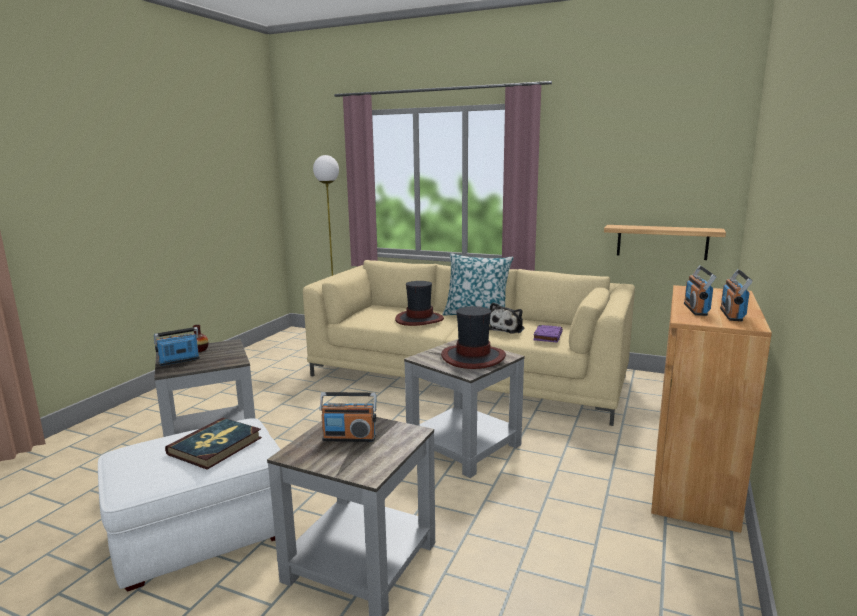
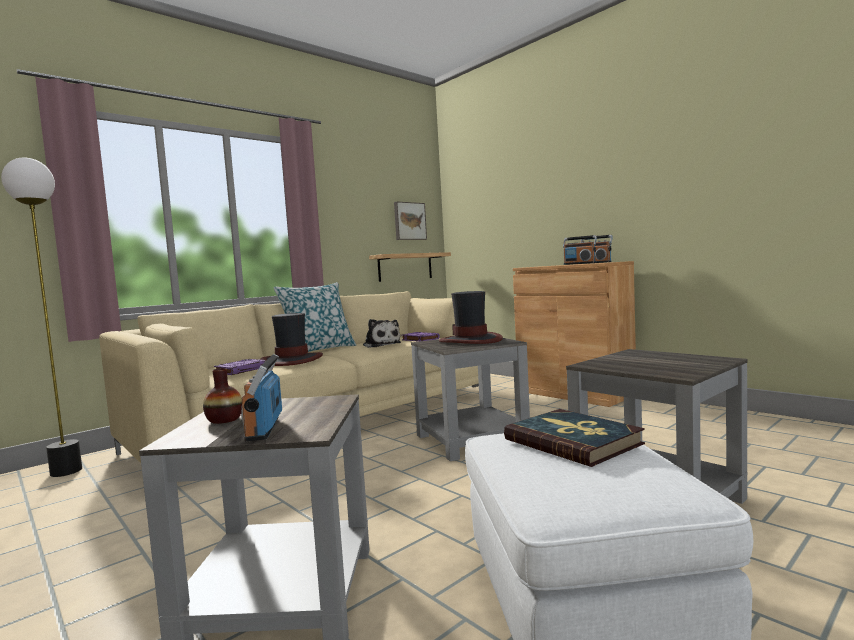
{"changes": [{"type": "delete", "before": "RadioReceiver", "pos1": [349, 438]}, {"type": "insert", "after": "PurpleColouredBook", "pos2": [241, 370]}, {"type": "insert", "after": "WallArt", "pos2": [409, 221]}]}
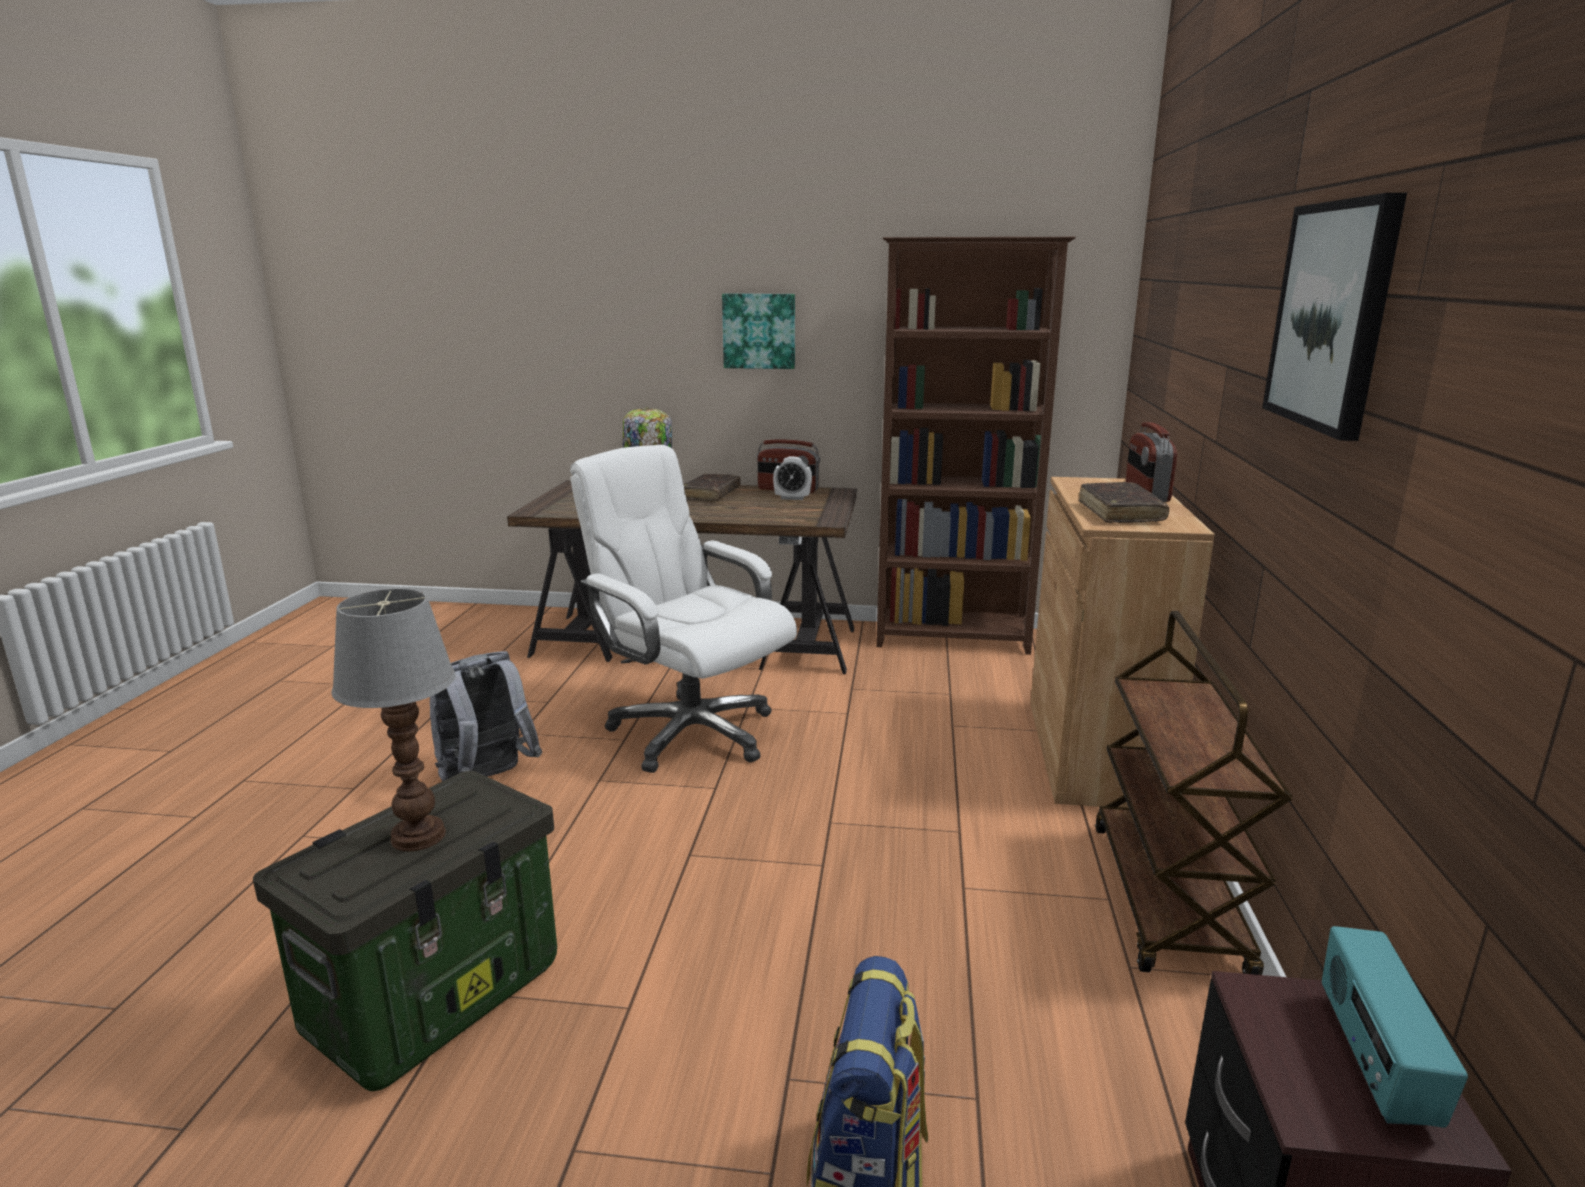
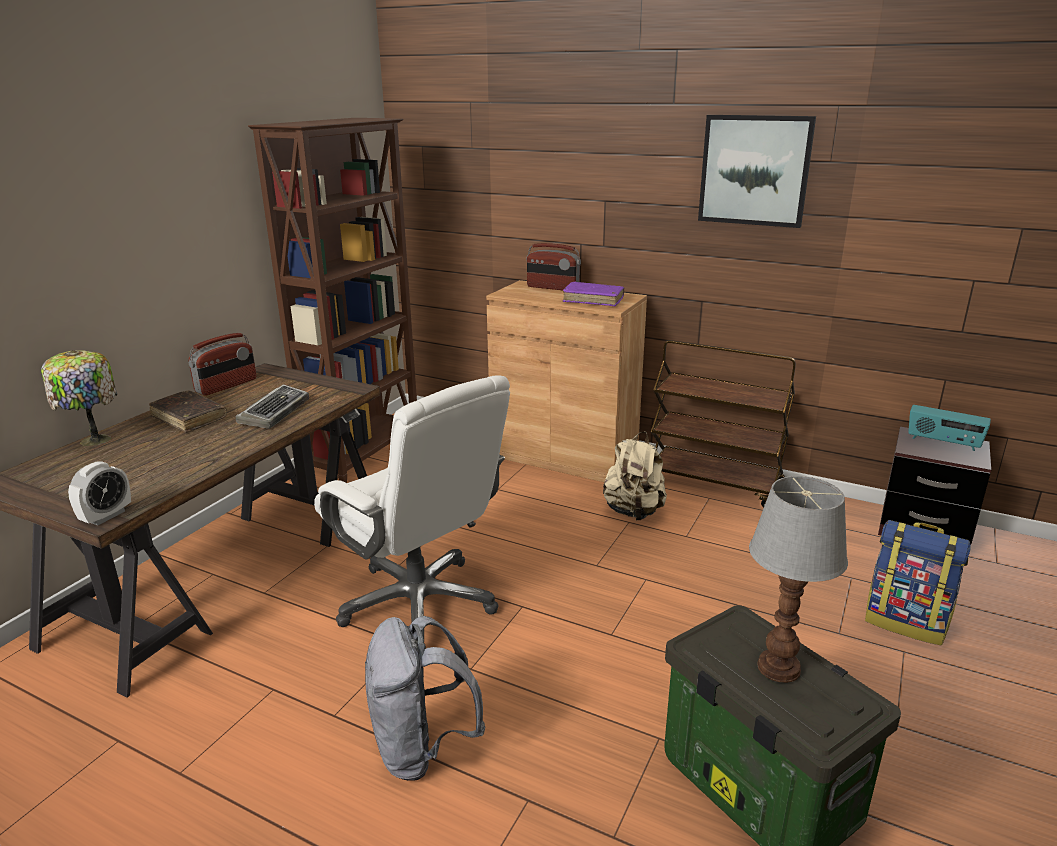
{"changes": [{"type": "delete", "before": "WallArt", "pos1": [759, 331]}, {"type": "insert", "after": "ComputerKeyboard", "pos2": [275, 412]}, {"type": "insert", "after": "BeigeColouredRucksack", "pos2": [634, 511]}, {"type": "move", "before": "TableClock", "pos1": [792, 498], "pos2": [106, 516]}, {"type": "recolor", "before": "BrownColouredBook", "after": "PurpleColouredBook", "pos1": [1120, 513], "pos2": [593, 300]}, {"type": "rotate", "before": "WhiteDeskChair", "pos1": [690, 732], "pos2": [419, 604], "turn": -105}]}
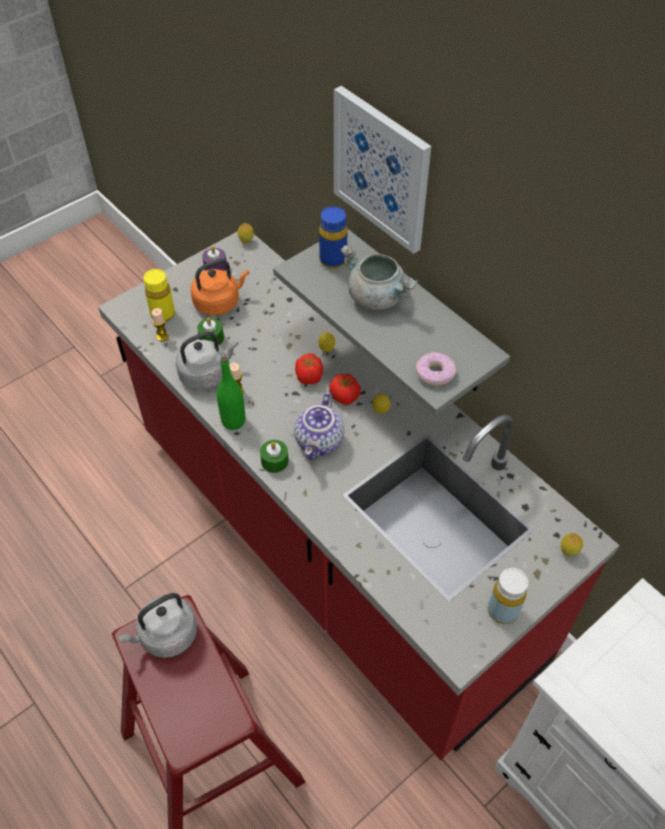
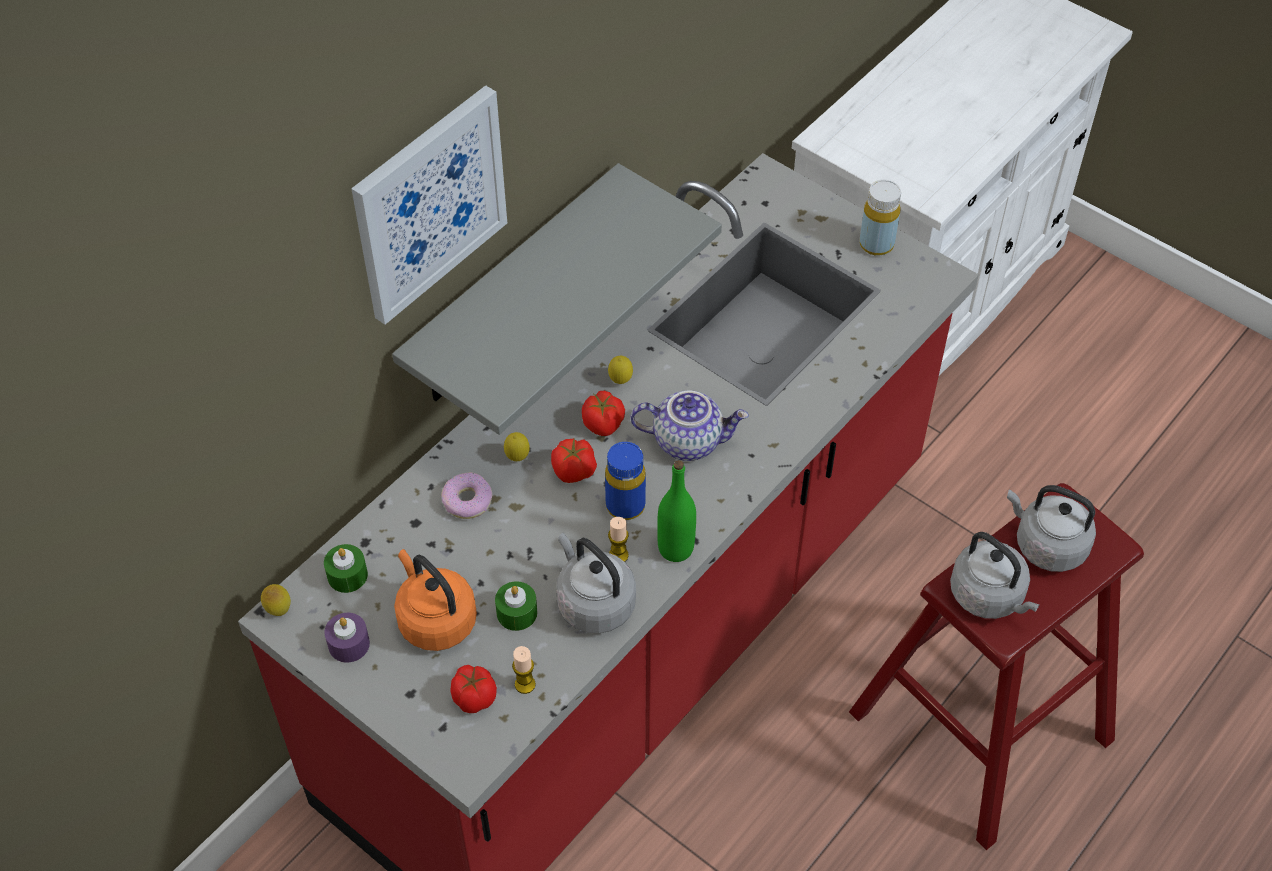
{"changes": [{"type": "delete", "before": "GrayCookingPot", "pos1": [378, 297]}, {"type": "delete", "before": "WholeLemon", "pos1": [568, 551]}, {"type": "insert", "after": "GrayWaterKettle", "pos2": [1046, 545]}, {"type": "move", "before": "GreenWaxCandle", "pos1": [274, 461], "pos2": [347, 575]}, {"type": "move", "before": "BlueBottle", "pos1": [333, 260], "pos2": [625, 505]}, {"type": "move", "before": "RingDoughnut", "pos1": [435, 373], "pos2": [467, 501]}, {"type": "replace", "before": "YellowBottle", "after": "FreshTomato", "pos1": [163, 314], "pos2": [474, 697]}]}
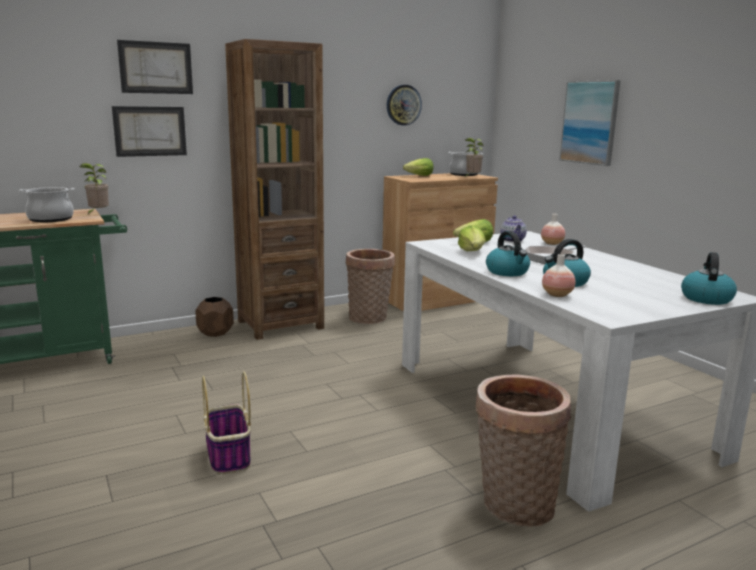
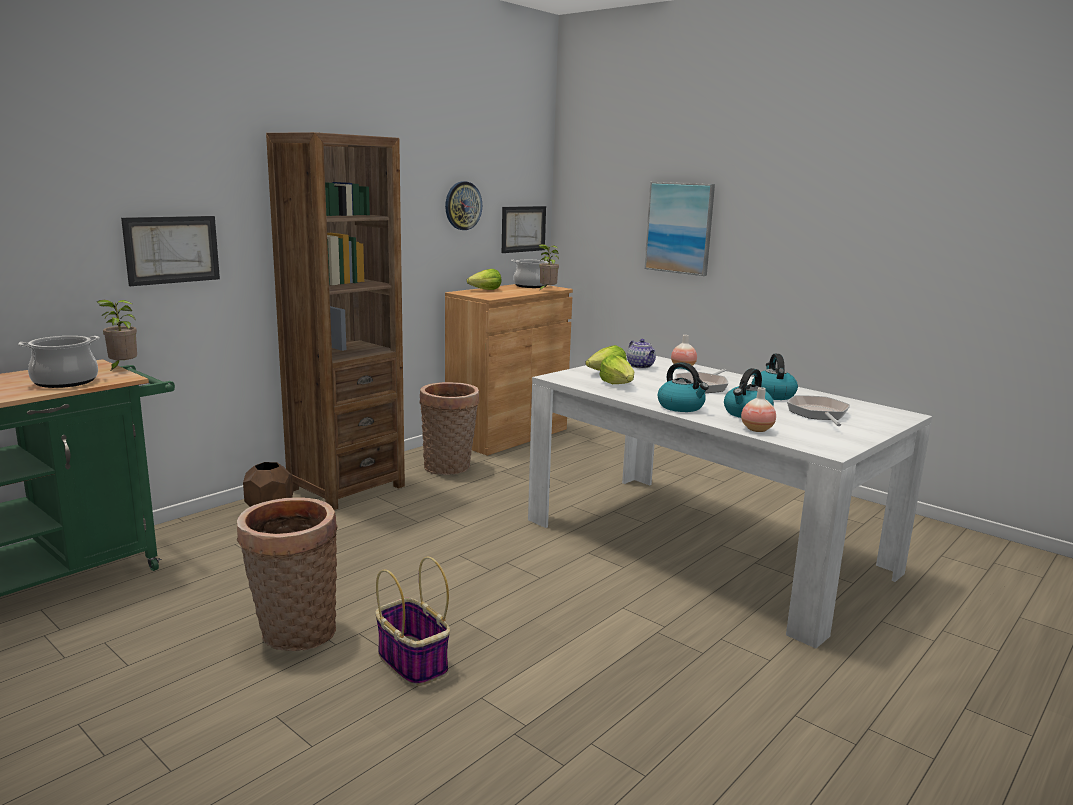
{"changes": [{"type": "insert", "after": "FryingPan", "pos2": [818, 414]}, {"type": "move", "before": "WallArt", "pos1": [156, 68], "pos2": [523, 229]}, {"type": "move", "before": "Basket", "pos1": [513, 506], "pos2": [293, 633]}, {"type": "move", "before": "WaterKettle", "pos1": [706, 298], "pos2": [772, 395]}]}
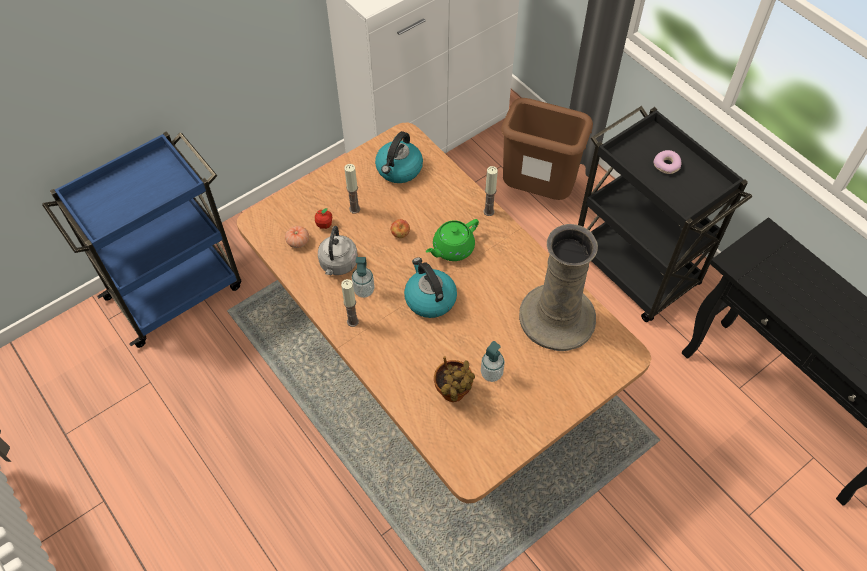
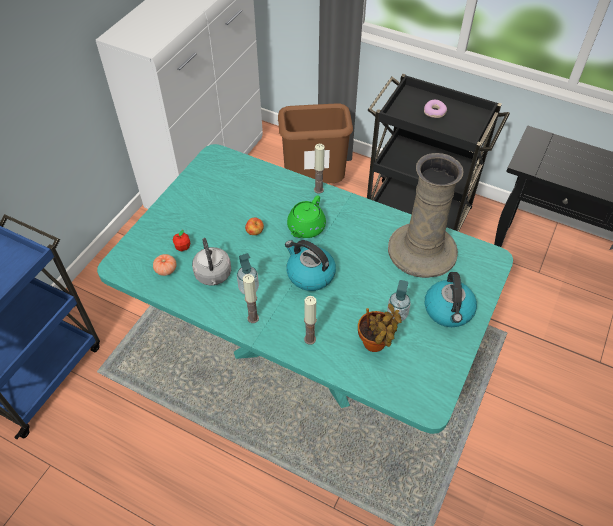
{"changes": [{"type": "move", "before": "WaxCandle", "pos1": [354, 209], "pos2": [310, 339]}, {"type": "move", "before": "WaterKettle", "pos1": [399, 169], "pos2": [448, 311]}, {"type": "recolor", "before": "BrownColouredDinnerTable", "after": "TurquoiseDinnerTable", "pos1": [434, 372], "pos2": [306, 351]}]}
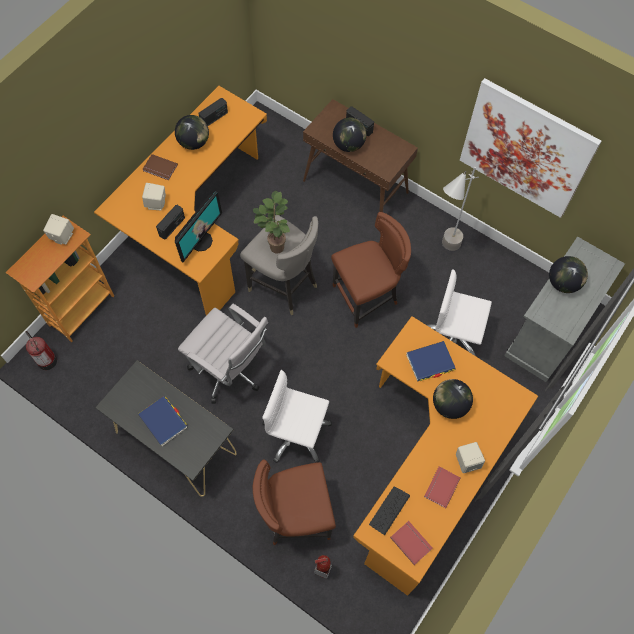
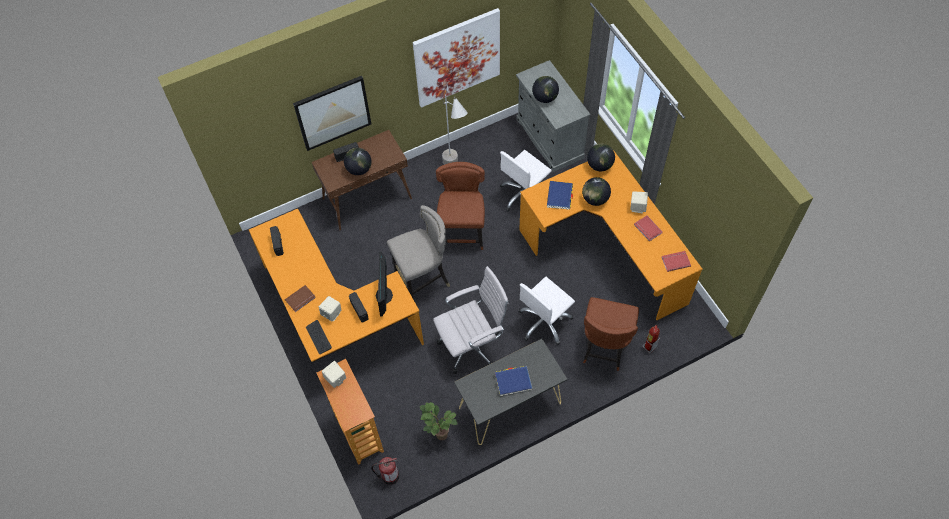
{"changes": [{"type": "insert", "after": "WallArt", "pos2": [333, 112]}, {"type": "move", "before": "WorldGlobe", "pos1": [193, 142], "pos2": [599, 165]}, {"type": "move", "before": "PlantInAPot", "pos1": [275, 245], "pos2": [439, 435]}, {"type": "move", "before": "ComputerKeyboard", "pos1": [389, 510], "pos2": [318, 337]}, {"type": "rotate", "before": "ComputerScreen", "pos1": [201, 241], "pos2": [384, 295], "turn": -150}]}
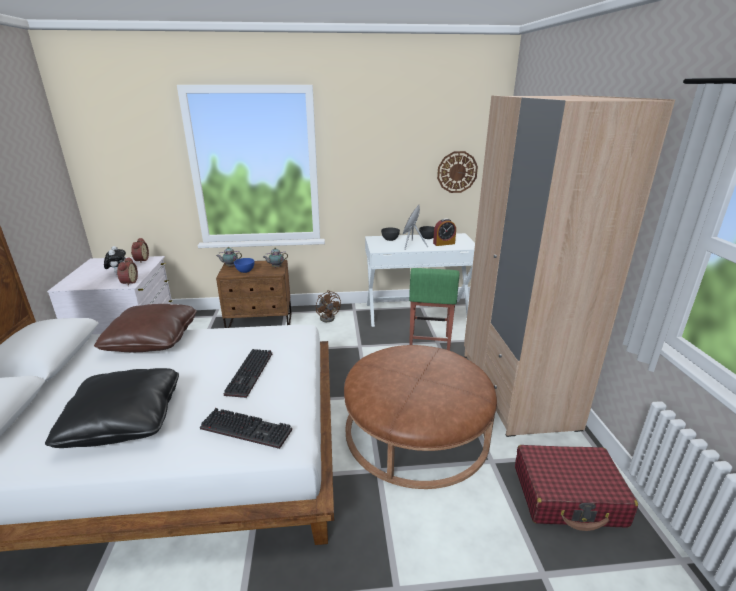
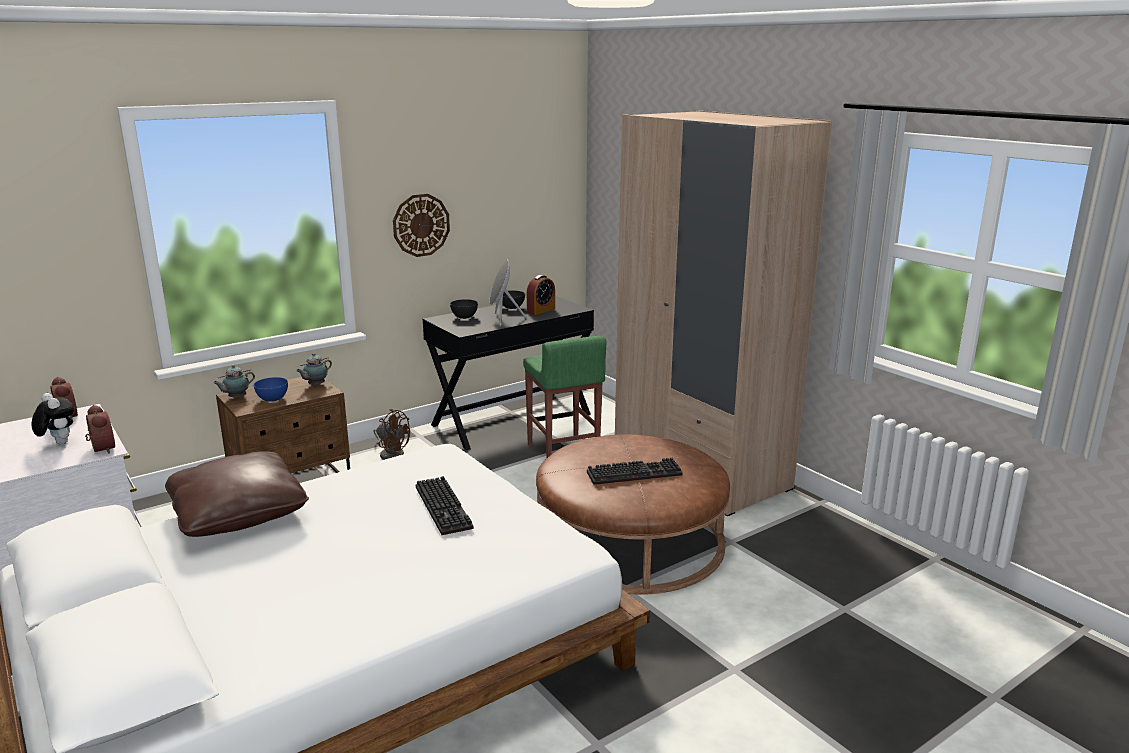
{"changes": [{"type": "delete", "before": "BlackishCushion", "pos1": [124, 421]}, {"type": "delete", "before": "RedColouredTravelCase", "pos1": [568, 496]}, {"type": "move", "before": "ComputerKeyboard", "pos1": [248, 428], "pos2": [635, 473]}, {"type": "move", "before": "WallClock", "pos1": [457, 172], "pos2": [421, 225]}, {"type": "recolor", "before": "WhiteDeskTable", "after": "BlackishDeskTable", "pos1": [417, 312], "pos2": [511, 419]}]}
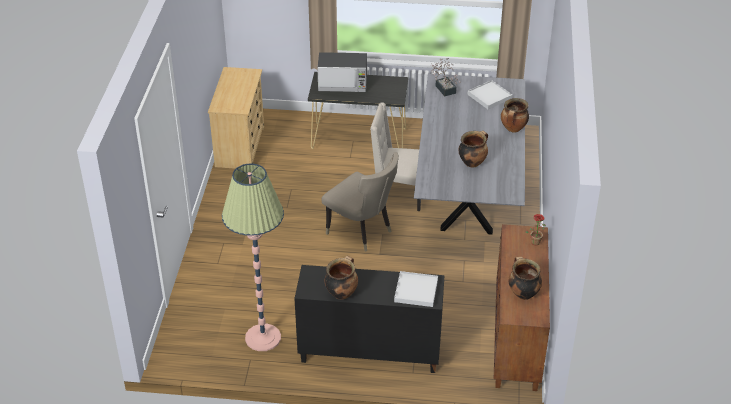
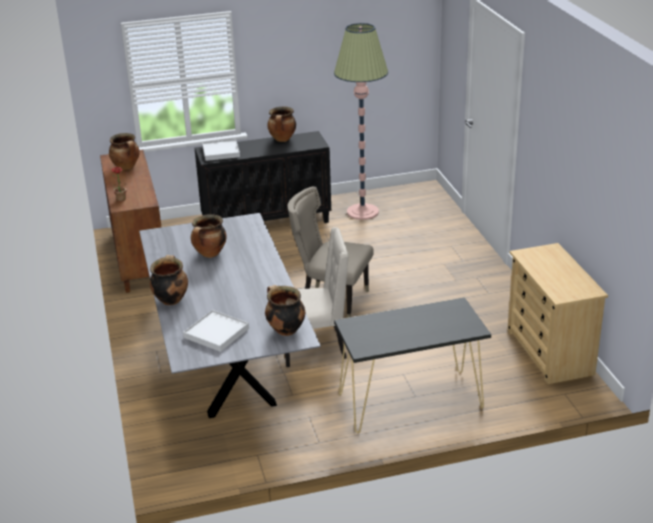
{"changes": [{"type": "delete", "before": "MicrowaveOven", "pos1": [343, 84]}, {"type": "replace", "before": "PlantInAPot", "after": "CookingPot", "pos1": [444, 88], "pos2": [285, 330]}]}
